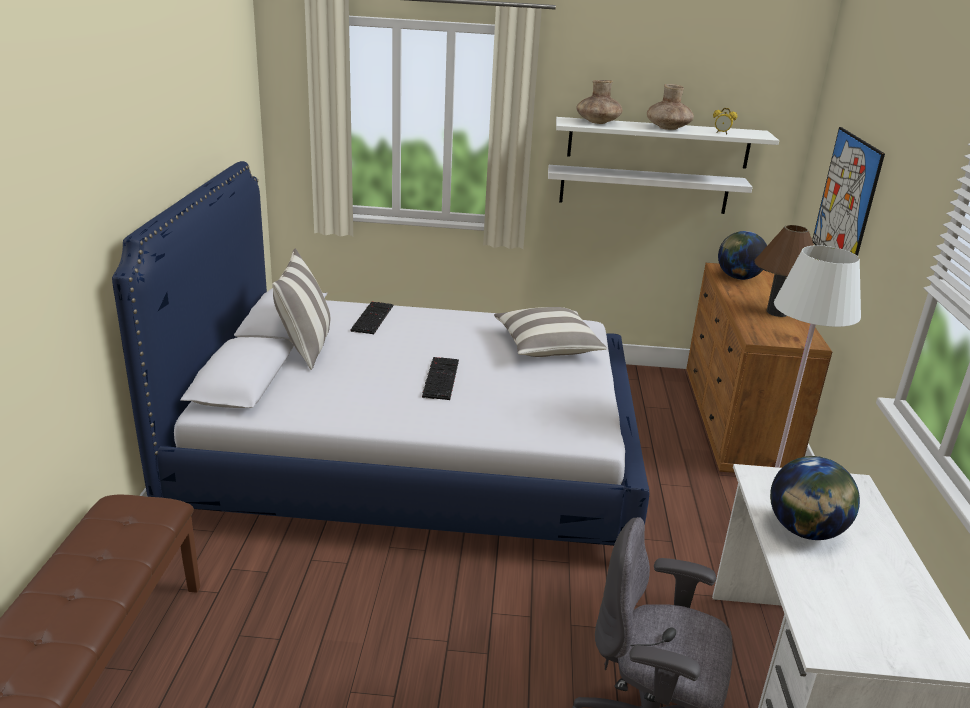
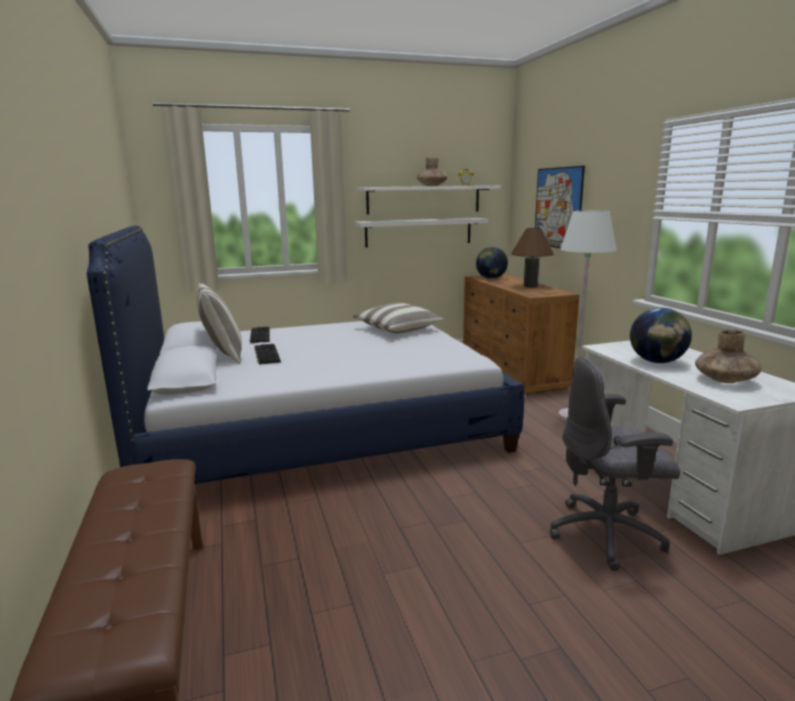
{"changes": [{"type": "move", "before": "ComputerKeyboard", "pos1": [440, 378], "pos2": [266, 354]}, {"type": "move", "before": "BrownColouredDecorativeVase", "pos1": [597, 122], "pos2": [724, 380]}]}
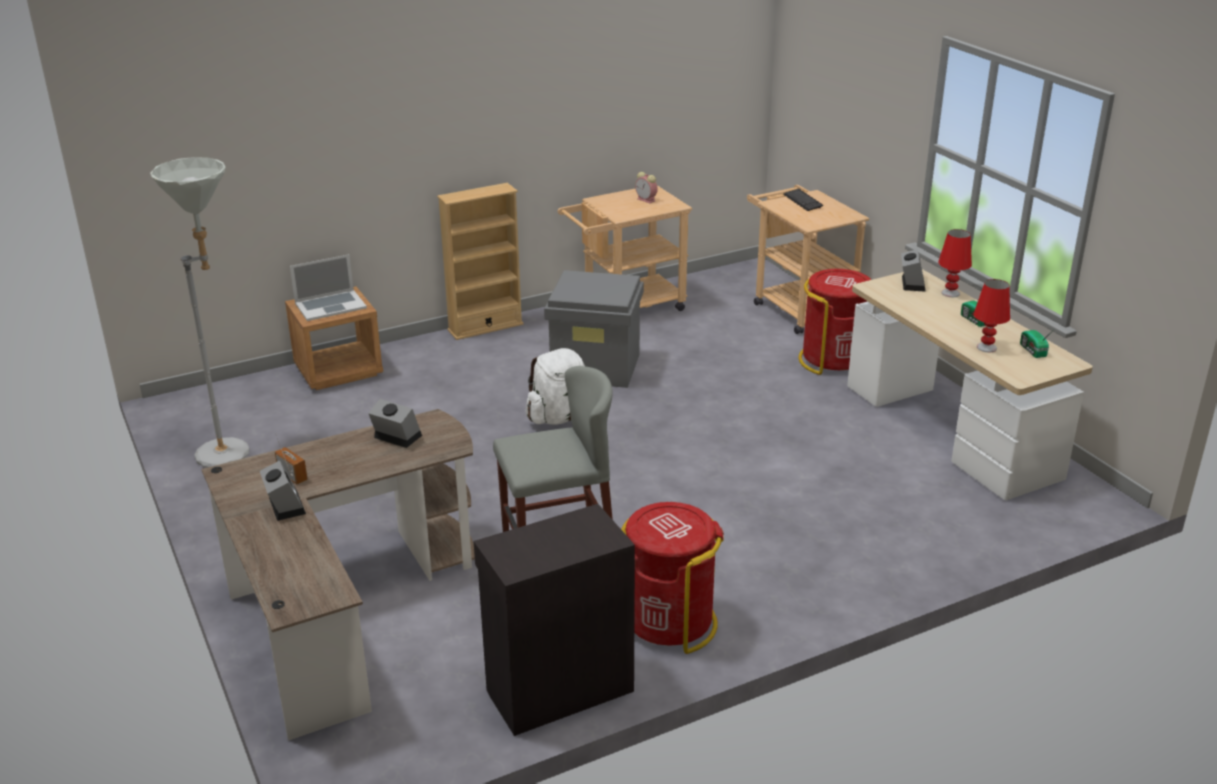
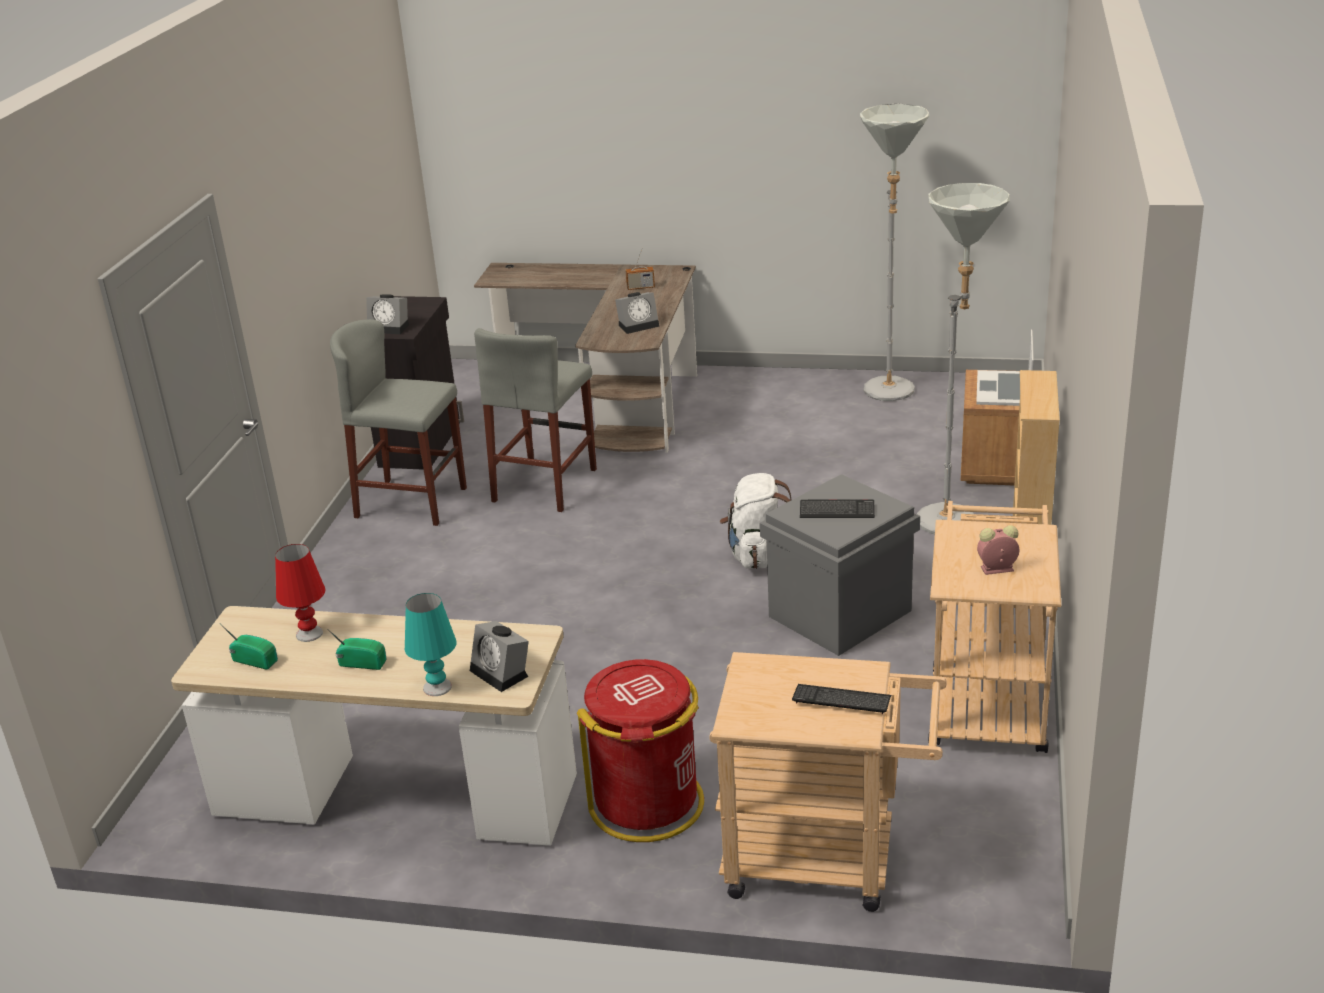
{"changes": [{"type": "insert", "after": "ComputerKeyboard", "pos2": [837, 511]}, {"type": "insert", "after": "GrayStandingLamp", "pos2": [953, 515]}, {"type": "move", "before": "TableClock", "pos1": [284, 505], "pos2": [390, 327]}, {"type": "replace", "before": "RedColouredRubbishBin", "after": "GraySittingStool", "pos1": [669, 623], "pos2": [411, 502]}, {"type": "recolor", "before": "RedColouredTableLamp", "after": "TurquoiseTableLamp", "pos1": [950, 293], "pos2": [437, 687]}]}
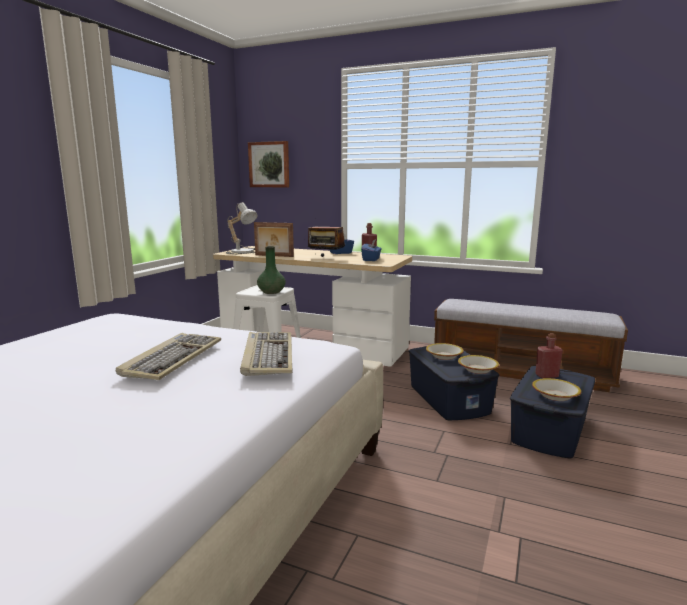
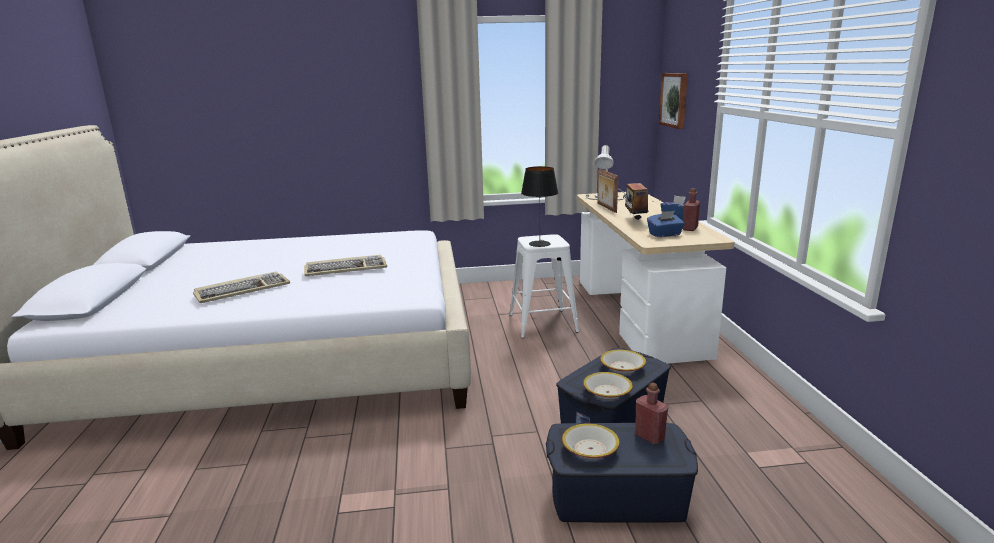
{"changes": [{"type": "delete", "before": "IndoorBench", "pos1": [520, 371]}, {"type": "move", "before": "ComputerKeyboard", "pos1": [267, 355], "pos2": [243, 290]}, {"type": "replace", "before": "GreenDecorativeVase", "after": "BlackishTableLamp", "pos1": [271, 292], "pos2": [539, 243]}]}
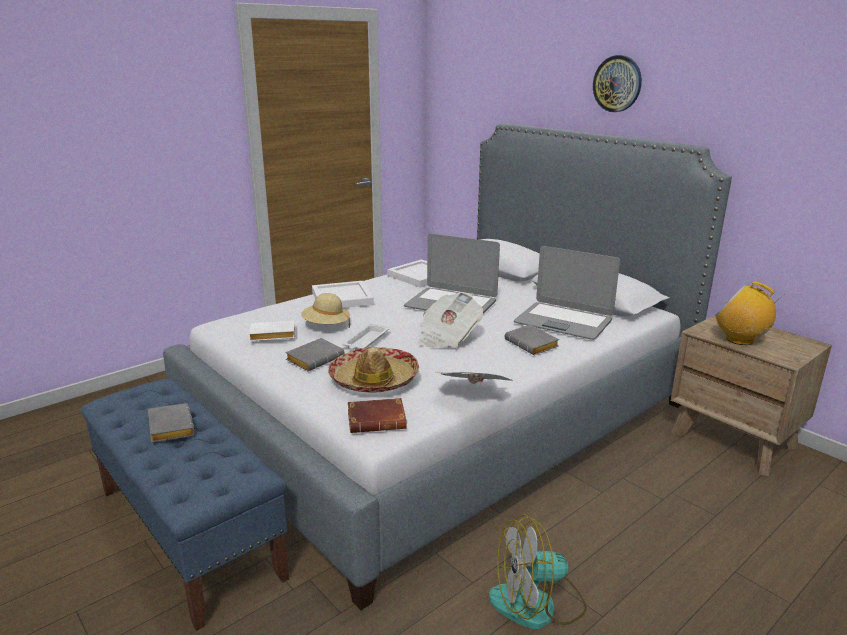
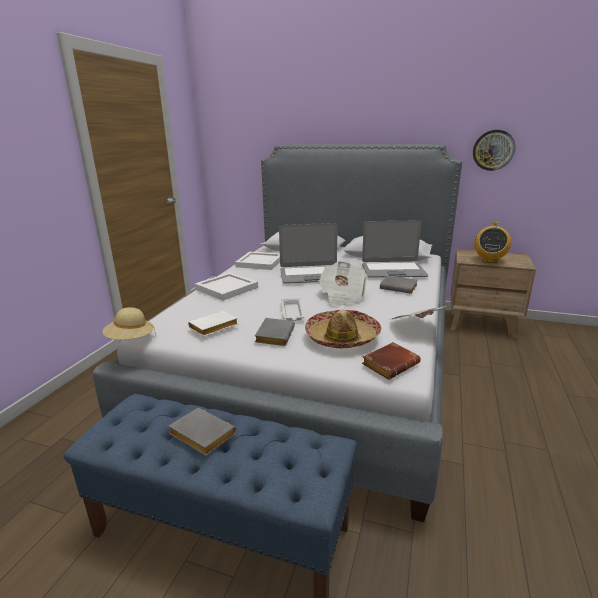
{"changes": [{"type": "delete", "before": "Fan", "pos1": [537, 604]}, {"type": "move", "before": "BeigeColouredClothingHat", "pos1": [326, 325], "pos2": [130, 340]}, {"type": "move", "before": "WallClock", "pos1": [617, 84], "pos2": [493, 150]}, {"type": "rotate", "before": "RadioReceiver", "pos1": [740, 340], "pos2": [489, 260], "turn": -75}]}
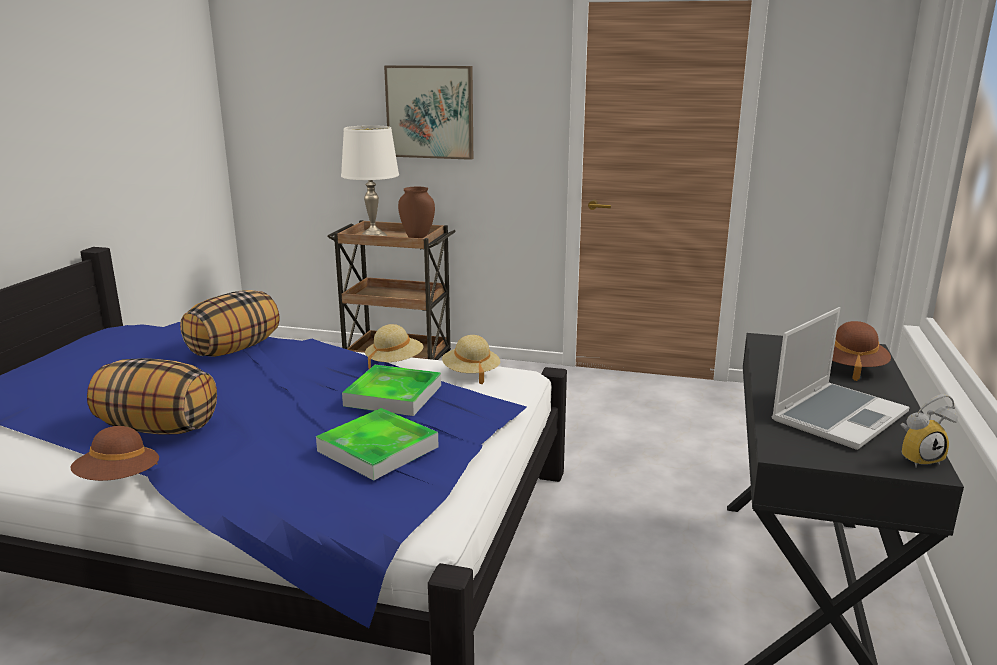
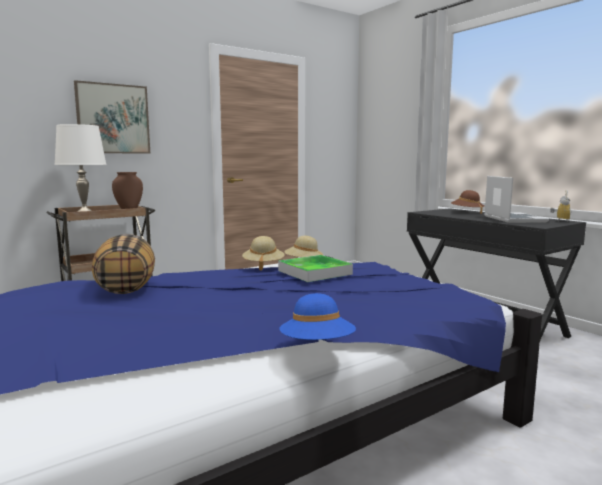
{"changes": [{"type": "delete", "before": "Cushion", "pos1": [157, 429]}, {"type": "delete", "before": "CarryingTray", "pos1": [378, 449]}, {"type": "recolor", "before": "BrownColouredClothingHat", "after": "BlueClothingHat", "pos1": [119, 480], "pos2": [317, 346]}]}
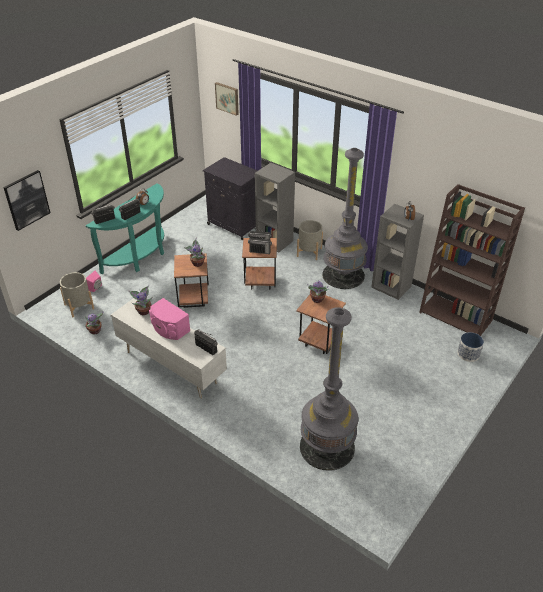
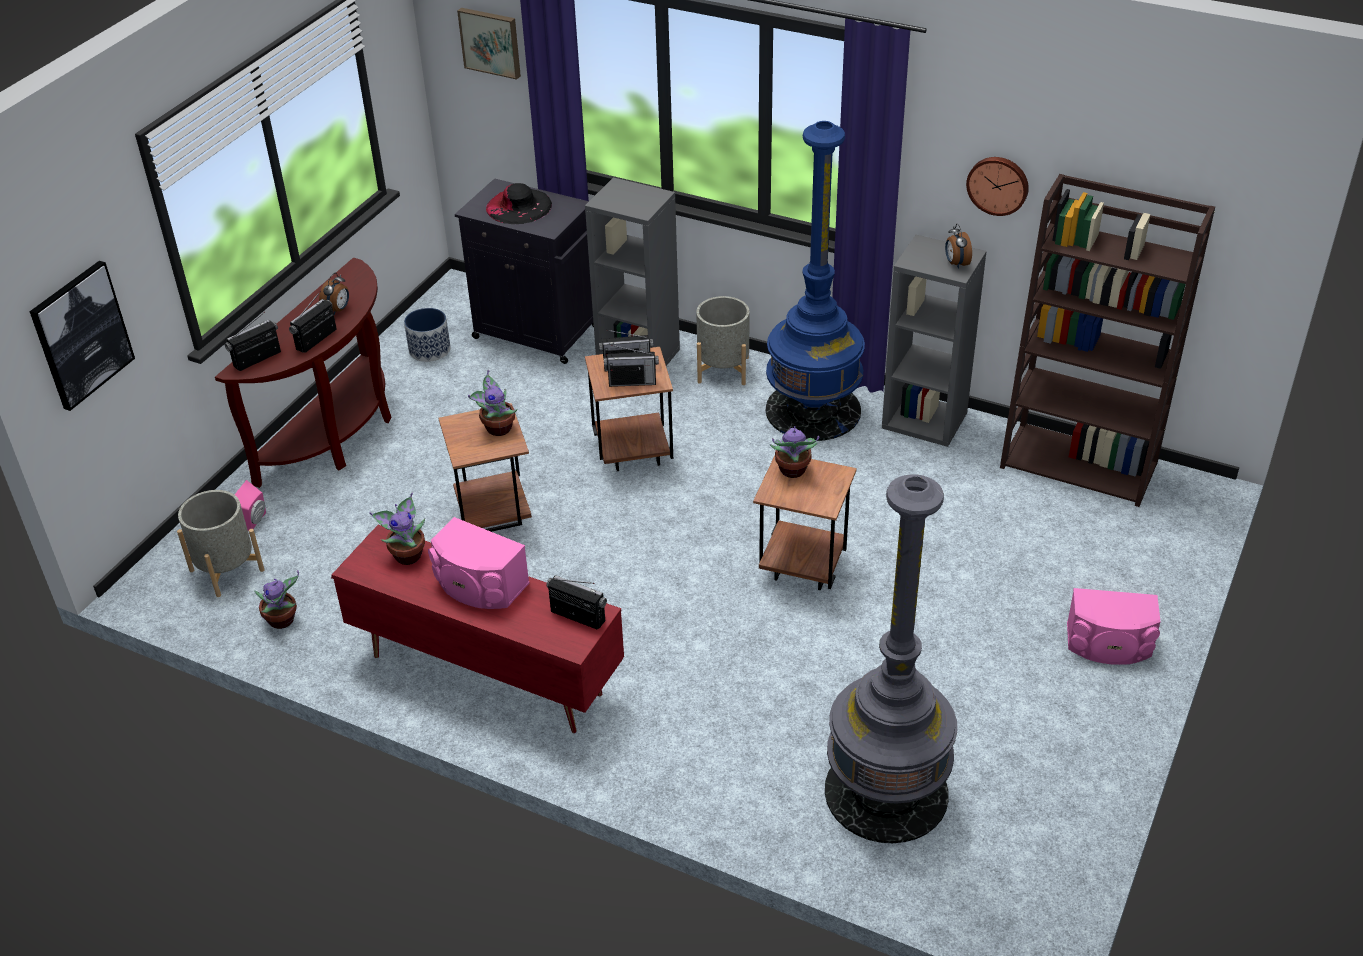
{"changes": [{"type": "insert", "after": "BlackishClothingHat", "pos2": [519, 206]}, {"type": "insert", "after": "WallClock", "pos2": [998, 184]}, {"type": "insert", "after": "PinkishLoudspeaker", "pos2": [1109, 644]}, {"type": "move", "before": "Planter", "pos1": [468, 354], "pos2": [430, 350]}, {"type": "recolor", "before": "TurquoiseNarrowTable", "after": "BrownColouredNarrowTable", "pos1": [139, 257], "pos2": [336, 434]}, {"type": "recolor", "before": "WhiteTvUnit", "after": "RedColouredTvUnit", "pos1": [171, 367], "pos2": [487, 674]}, {"type": "recolor", "before": "GrayStandingLamp", "after": "BlueStandingLamp", "pos1": [343, 275], "pos2": [813, 410]}]}
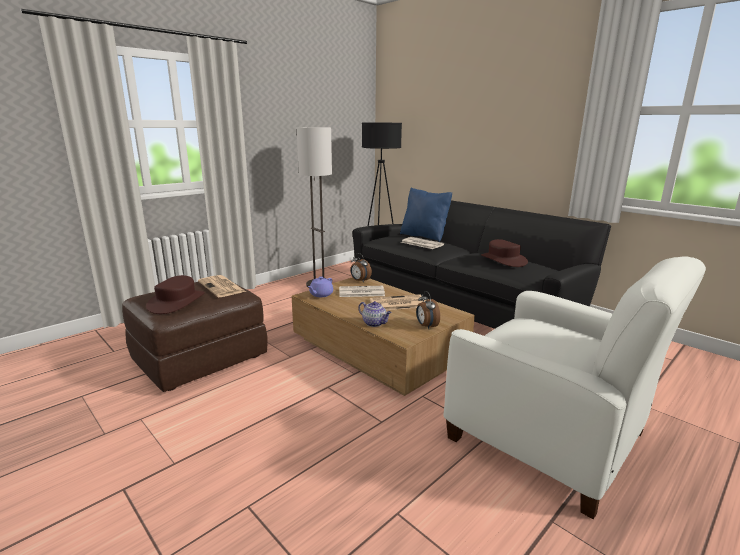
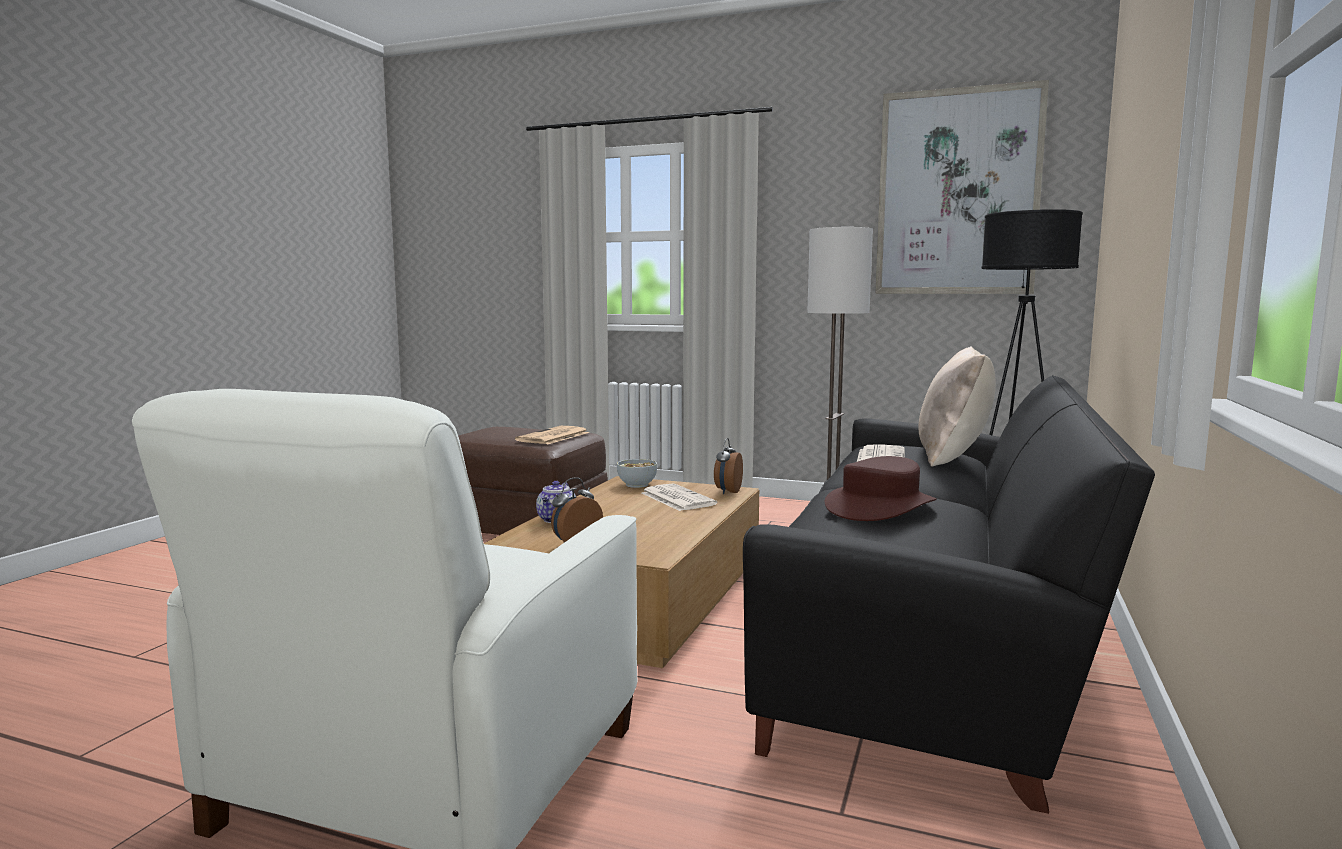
{"changes": [{"type": "delete", "before": "BrownColouredClothingHat", "pos1": [177, 302]}, {"type": "delete", "before": "DailyPaper", "pos1": [397, 303]}, {"type": "insert", "after": "WallArt", "pos2": [957, 193]}, {"type": "replace", "before": "PurpleColouredTeapot", "after": "Bowl", "pos1": [320, 294], "pos2": [636, 485]}, {"type": "recolor", "before": "BlueCushion", "after": "BeigeColouredCushion", "pos1": [424, 236], "pos2": [952, 457]}]}
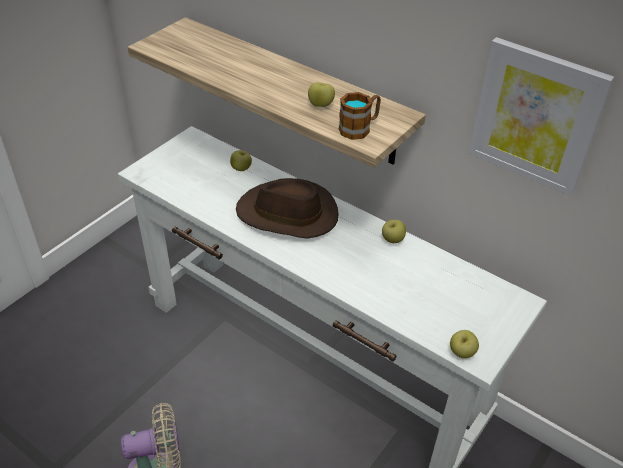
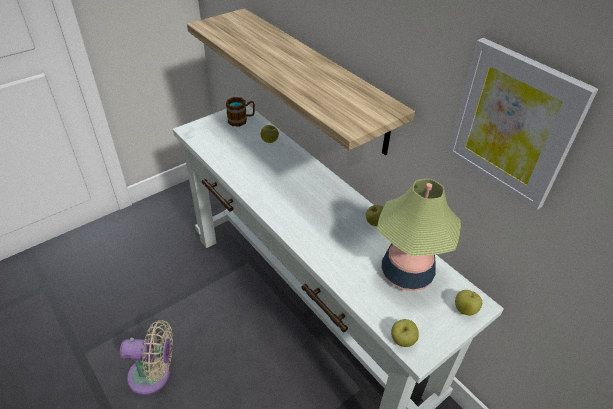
{"changes": [{"type": "delete", "before": "BrownColouredClothingHat", "pos1": [287, 214]}, {"type": "insert", "after": "TableLamp", "pos2": [406, 272]}, {"type": "move", "before": "WholeApple", "pos1": [321, 105], "pos2": [465, 309]}, {"type": "move", "before": "TeaMug", "pos1": [359, 128], "pos2": [241, 120]}]}
